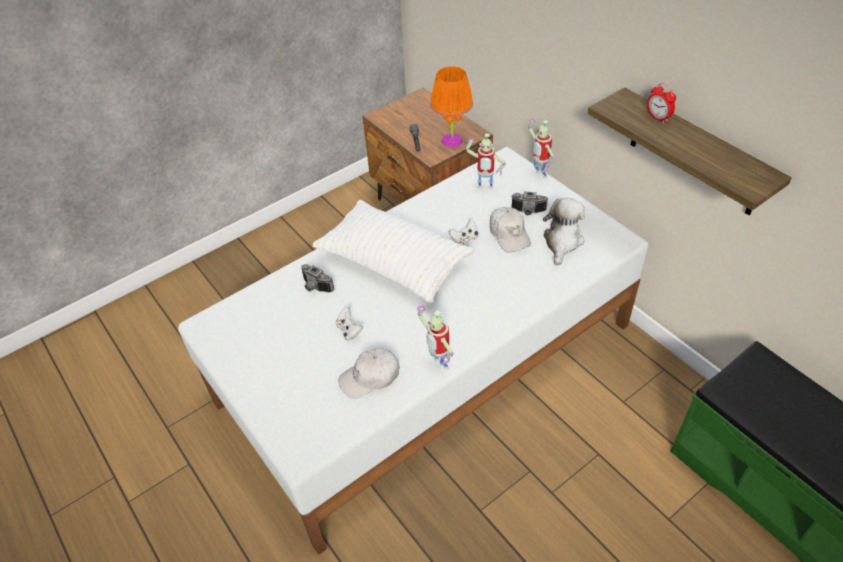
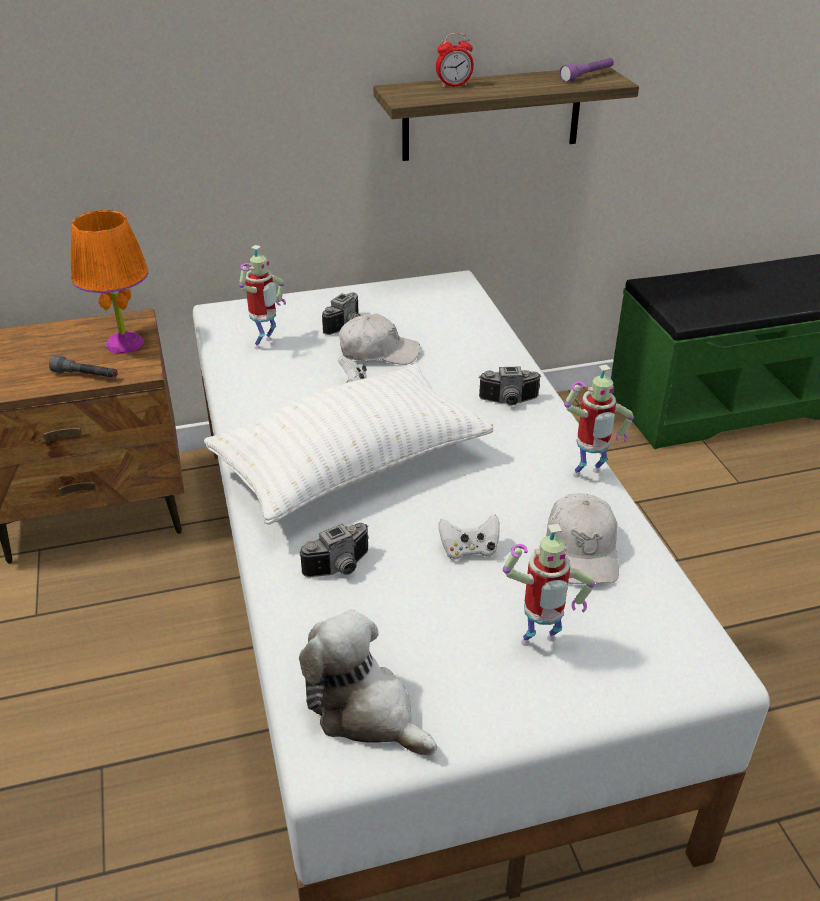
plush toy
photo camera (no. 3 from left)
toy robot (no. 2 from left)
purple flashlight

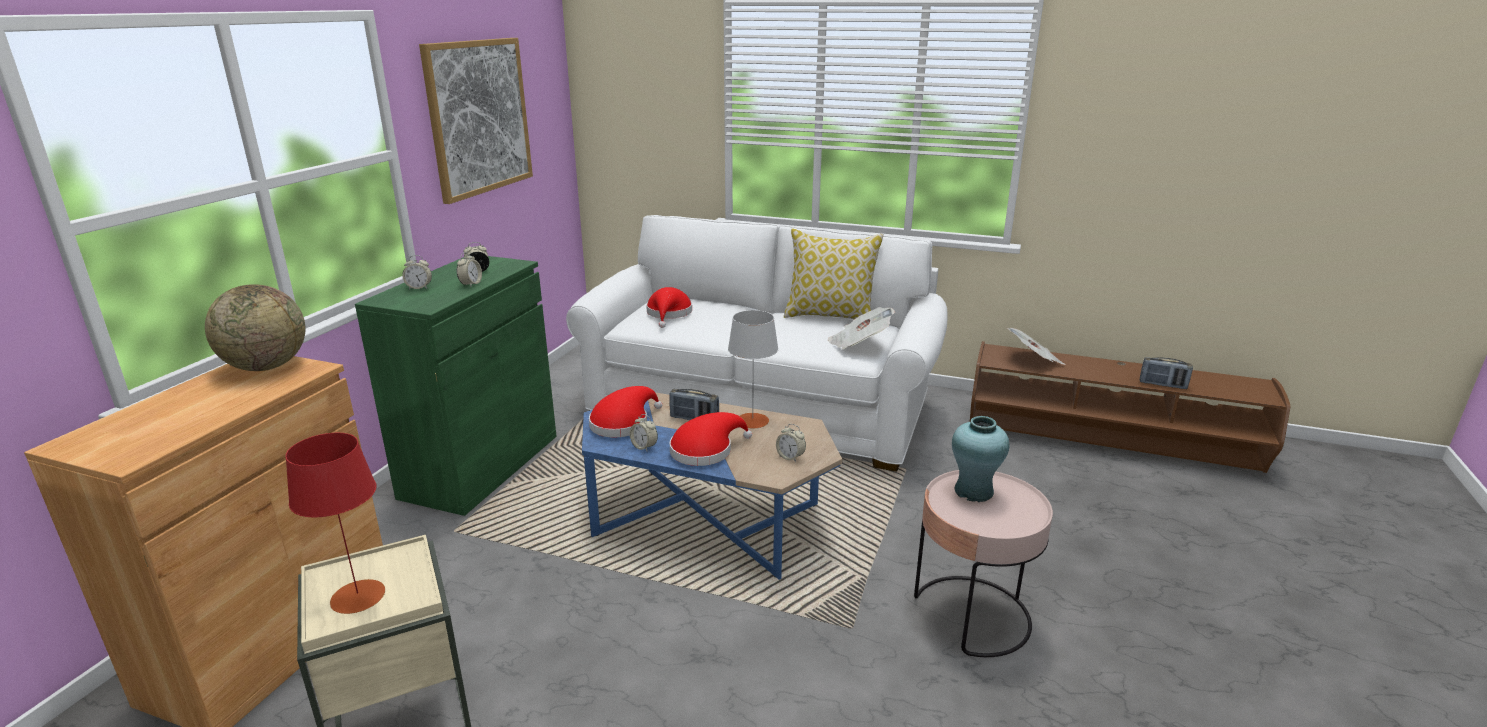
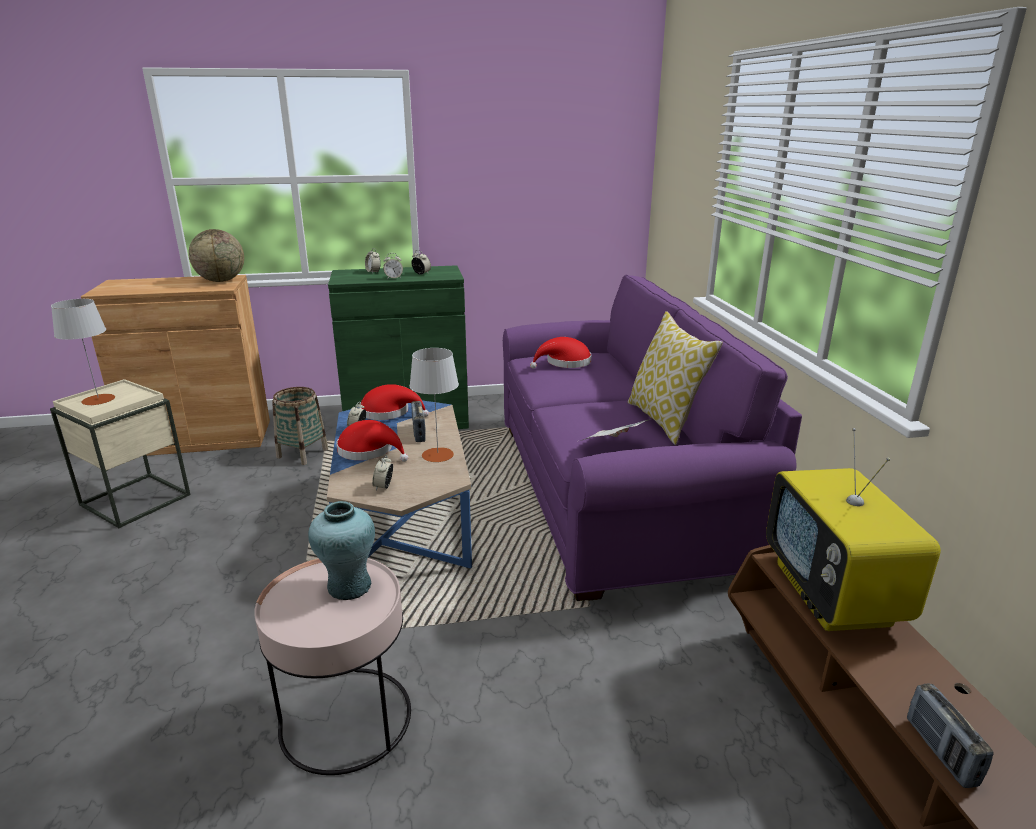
grey table lamp (no. 1 from left)
basket
purple sofa
television
picture

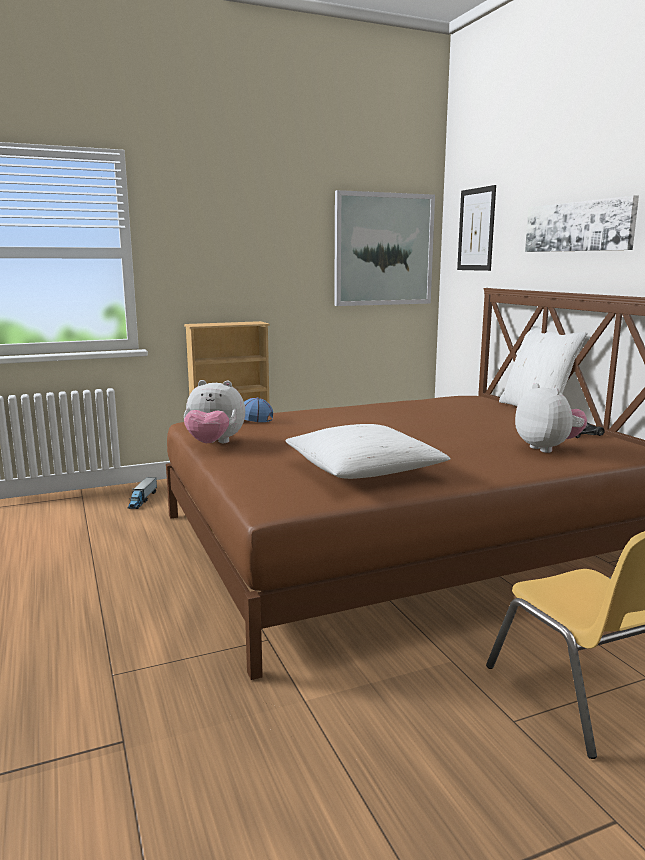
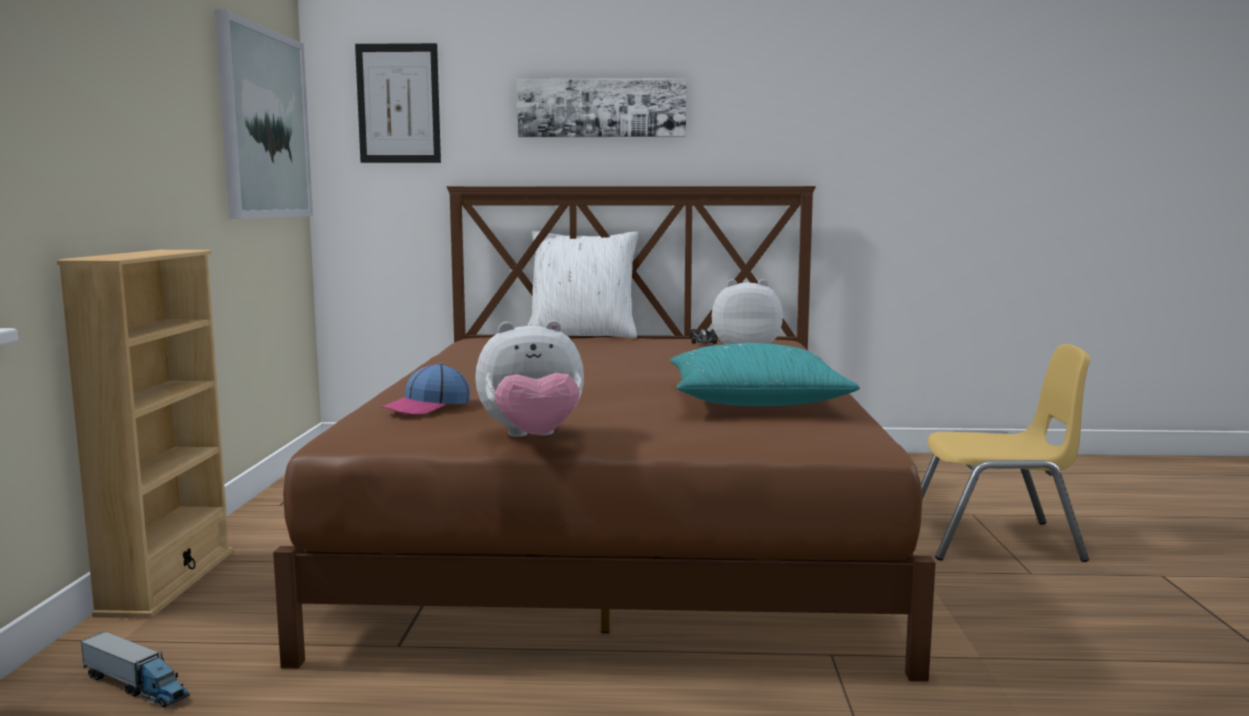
plush toy (no. 1 from left)
turquoise pillow

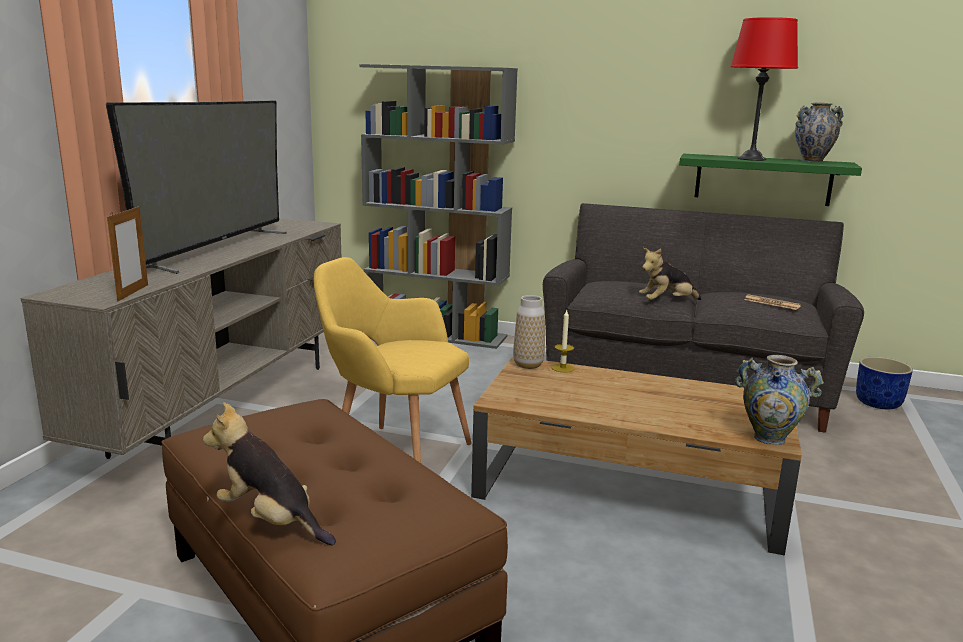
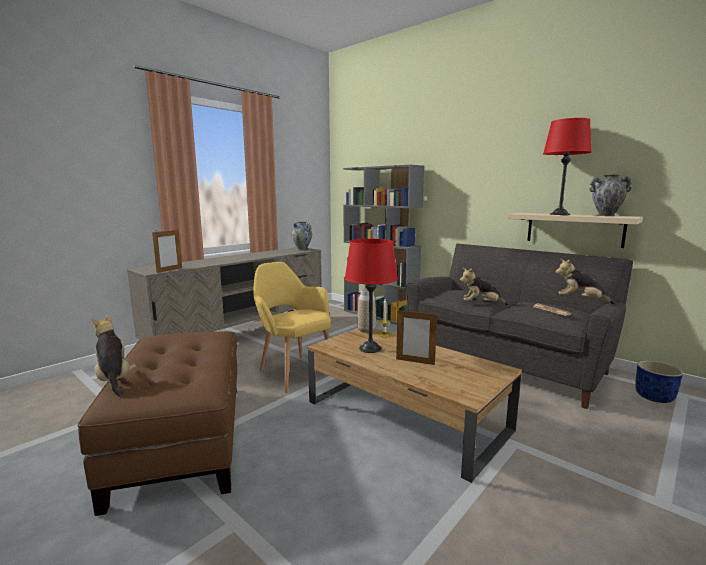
vase (no. 1 from left)
red table lamp (no. 1 from left)
picture frame (no. 2 from left)
beige shelf
plush toy (no. 3 from left)
television

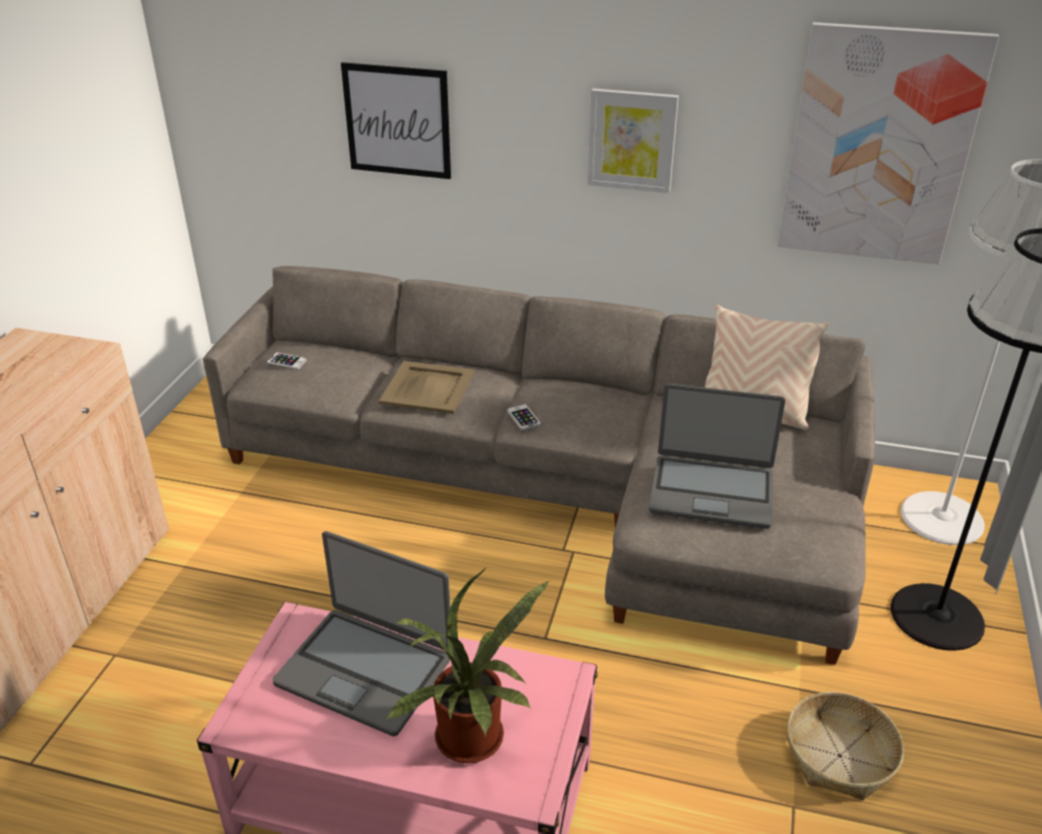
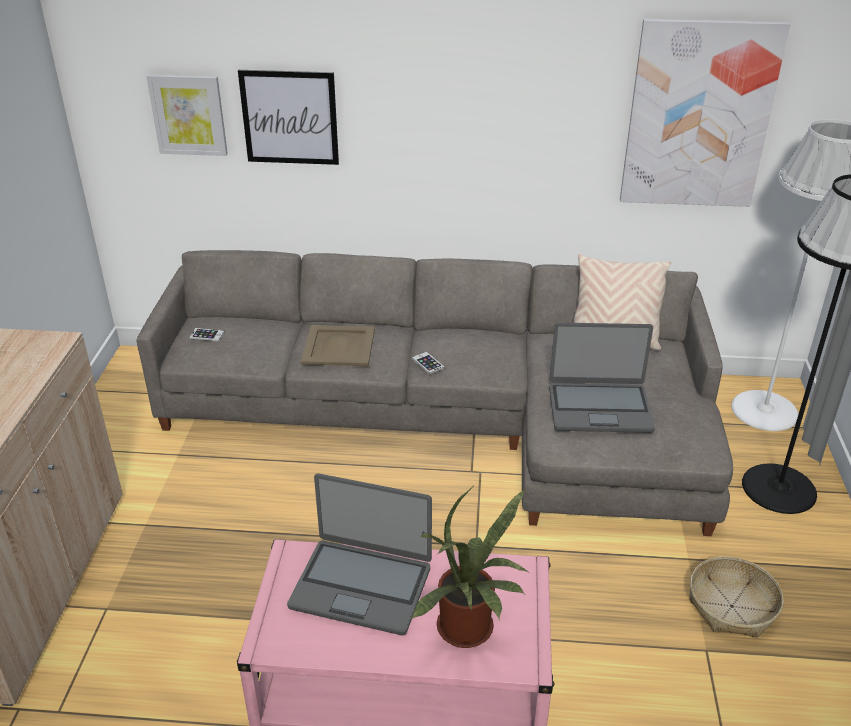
picture (no. 1 from left)

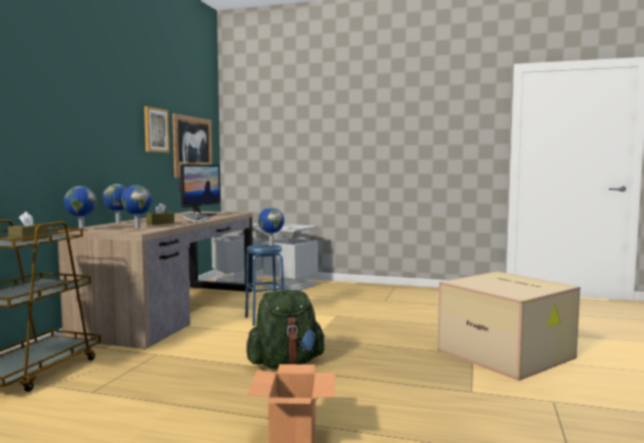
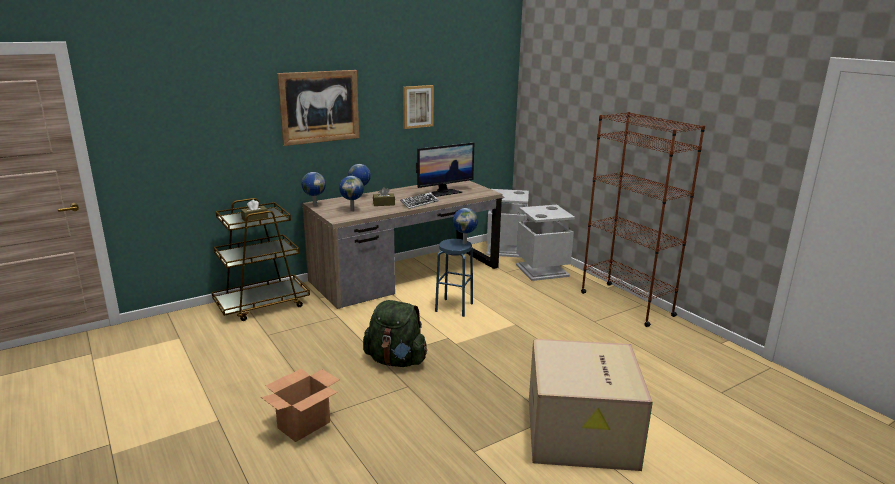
picture (no. 1 from left)
brown bookcase

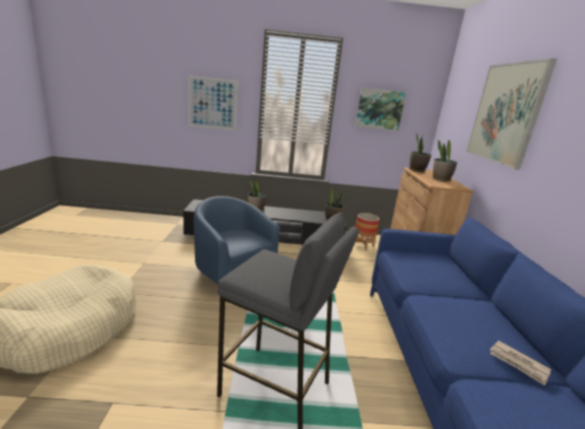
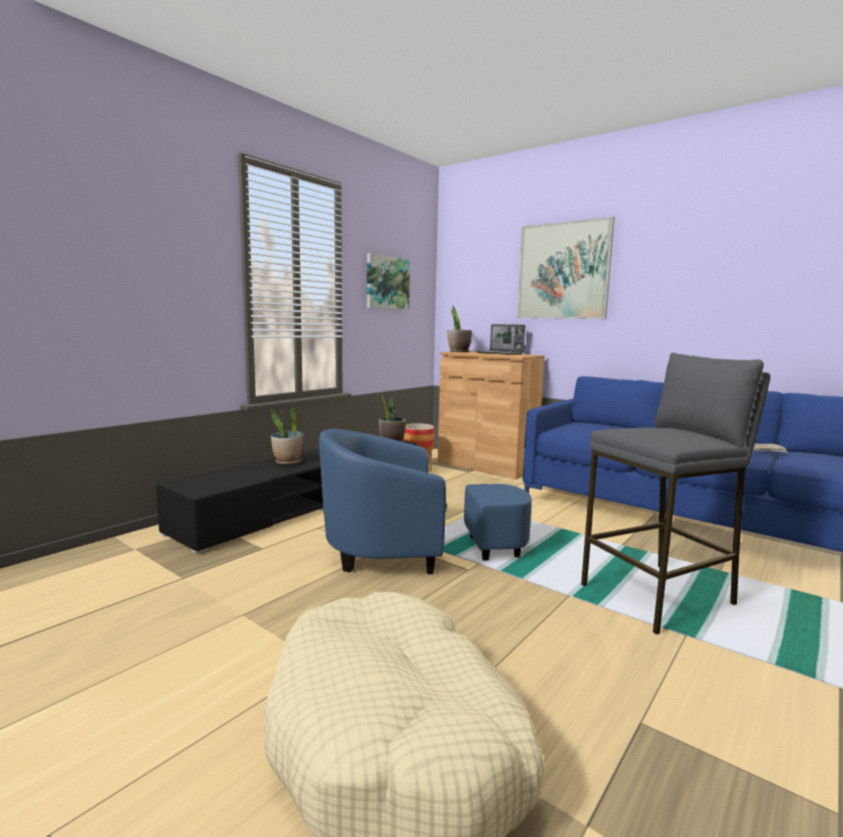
laptop
picture (no. 1 from left in the first image)

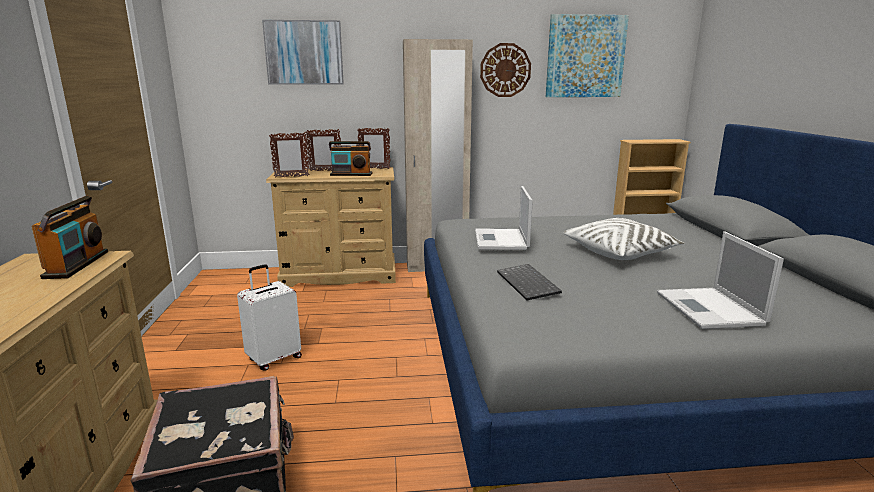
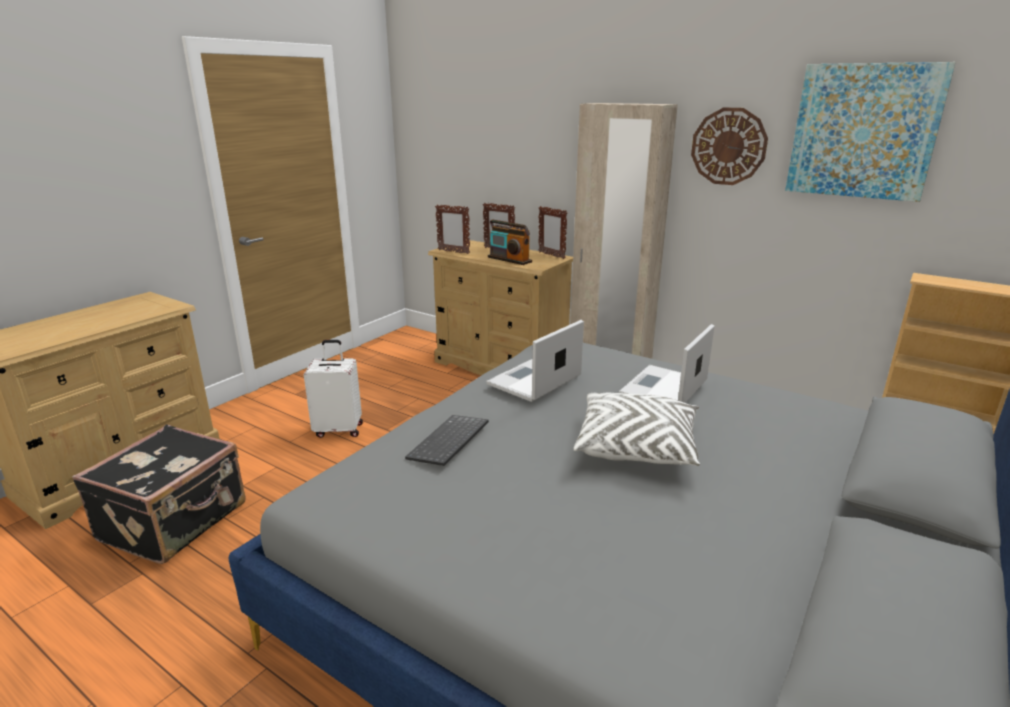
laptop (no. 2 from left)
radio (no. 1 from left in the first image)
picture (no. 1 from left in the first image)

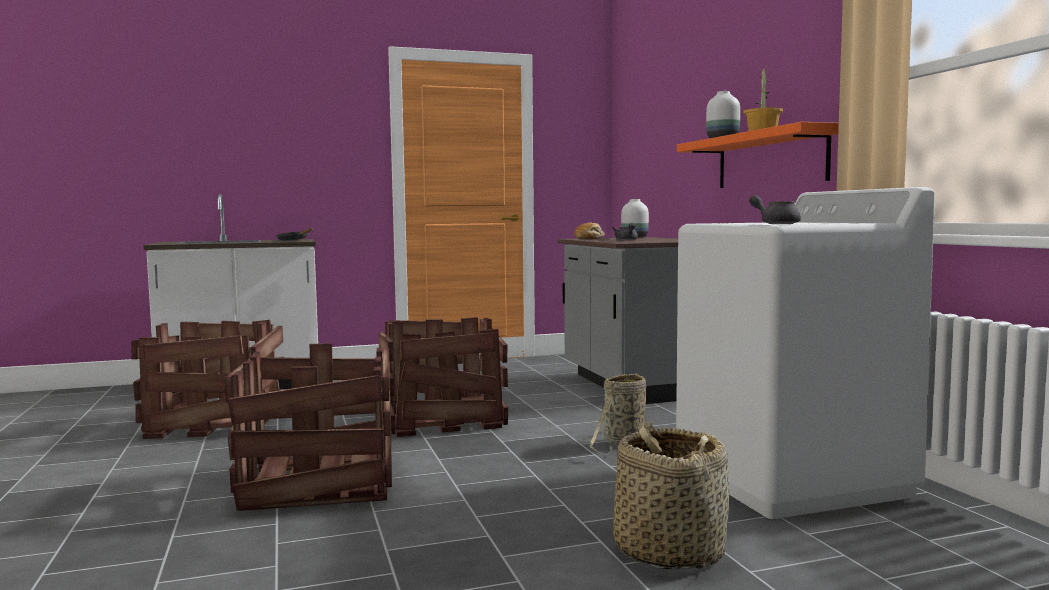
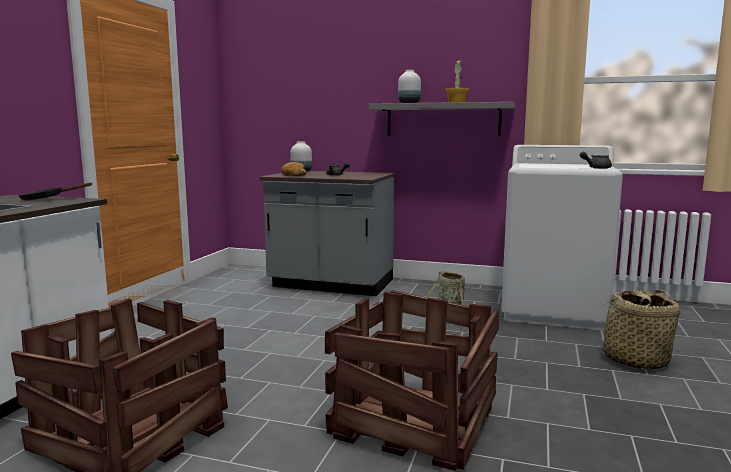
grey shelf
crate (no. 3 from left in the first image)

